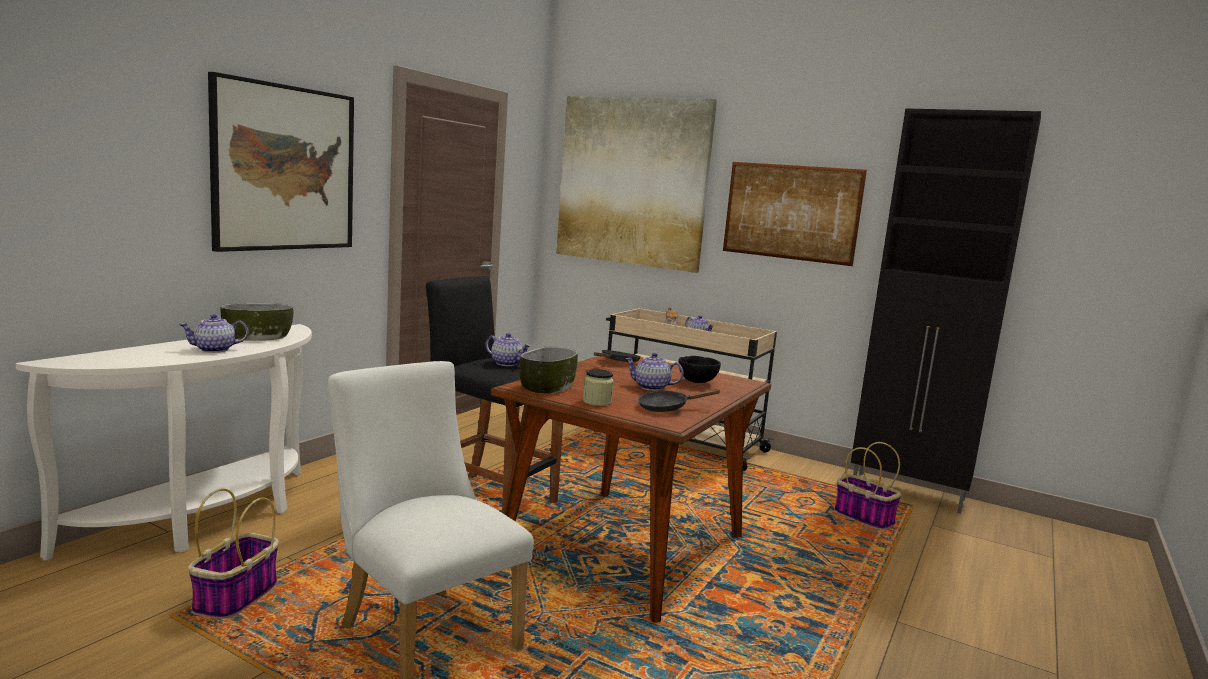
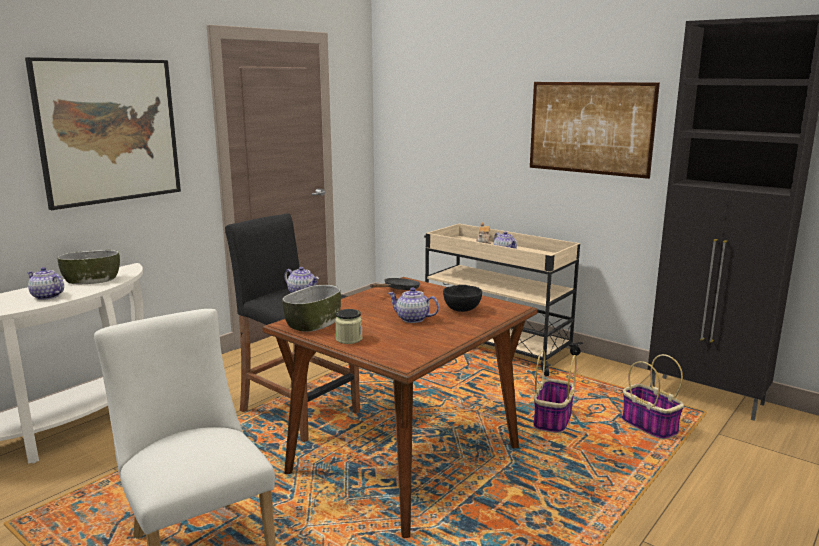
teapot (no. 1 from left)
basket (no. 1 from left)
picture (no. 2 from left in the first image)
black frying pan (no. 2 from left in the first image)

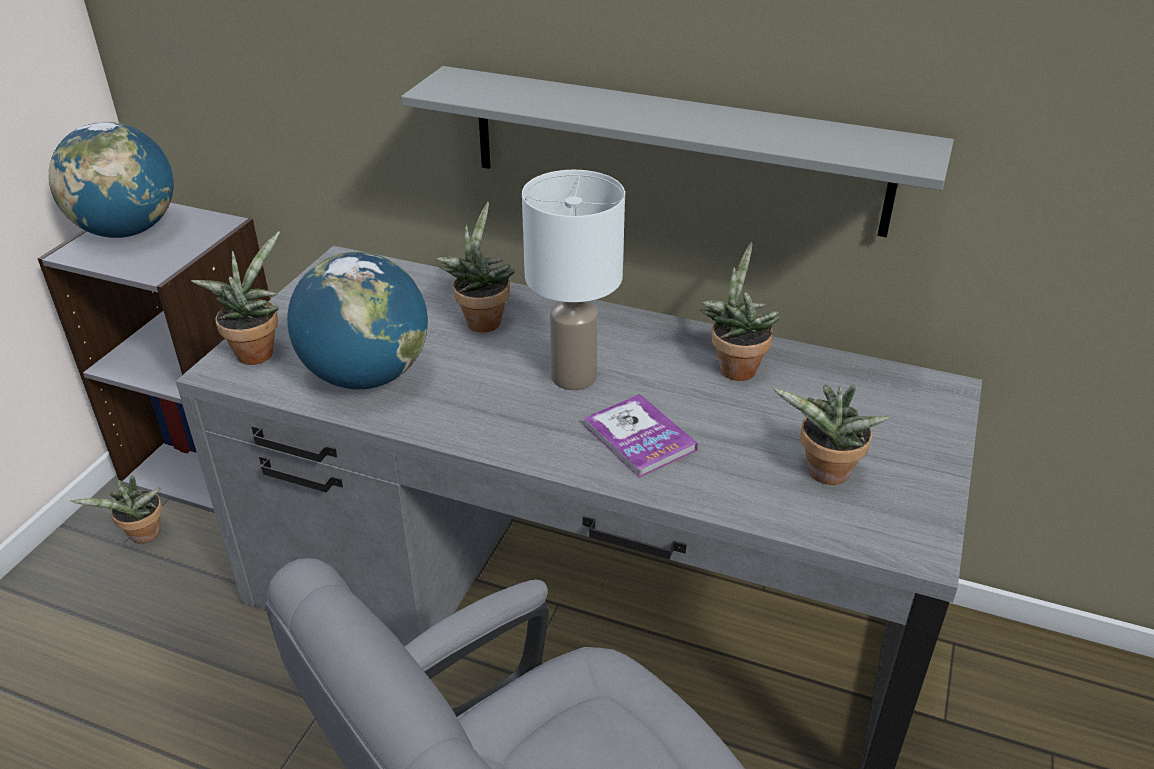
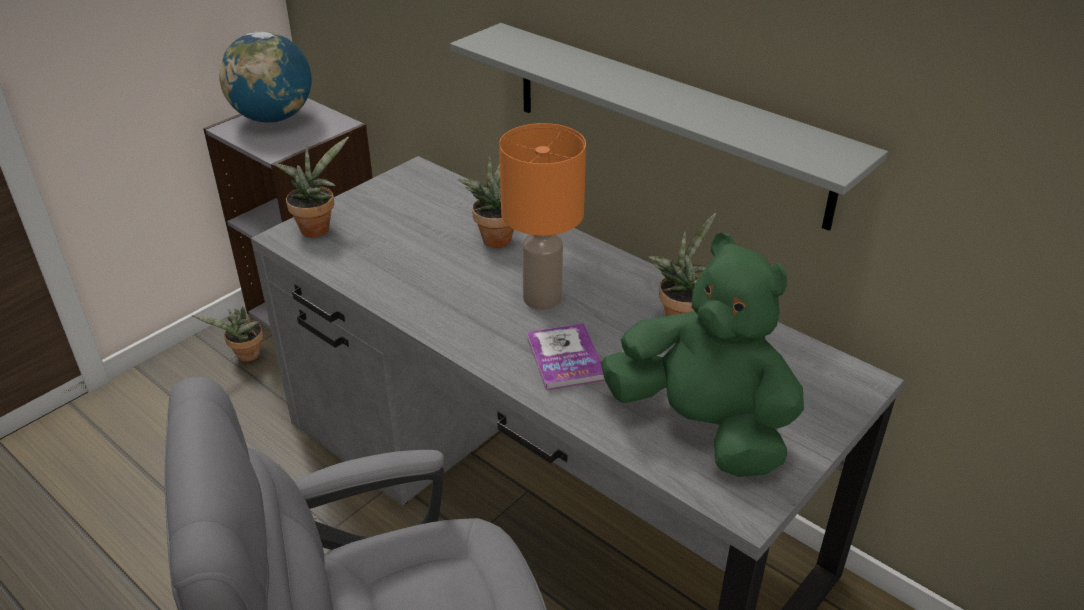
orange table lamp
green plush toy
globe (no. 2 from left in the first image)

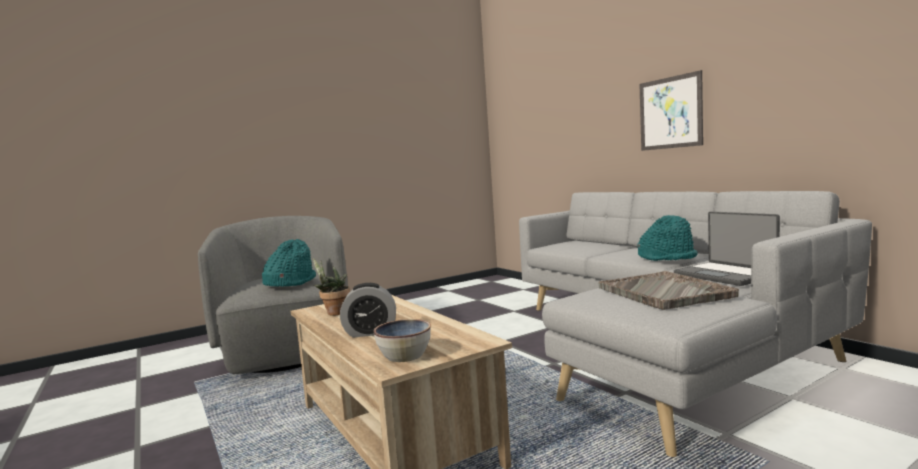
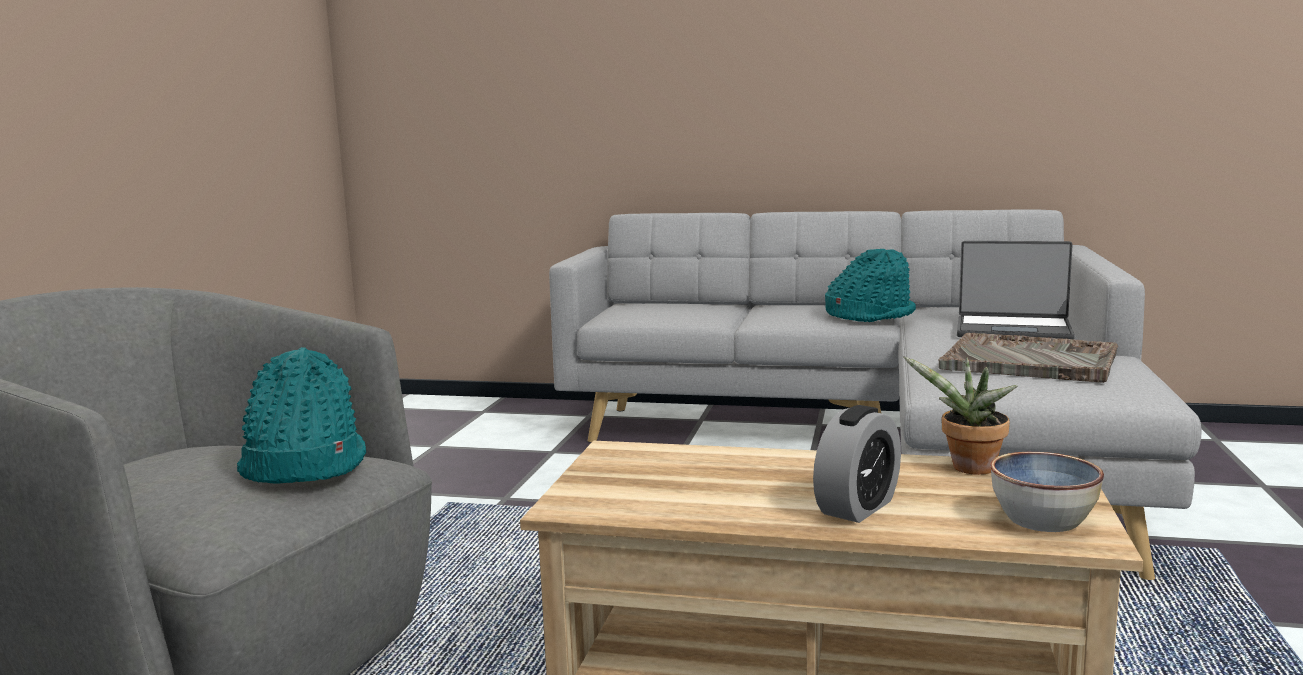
potted plant
picture

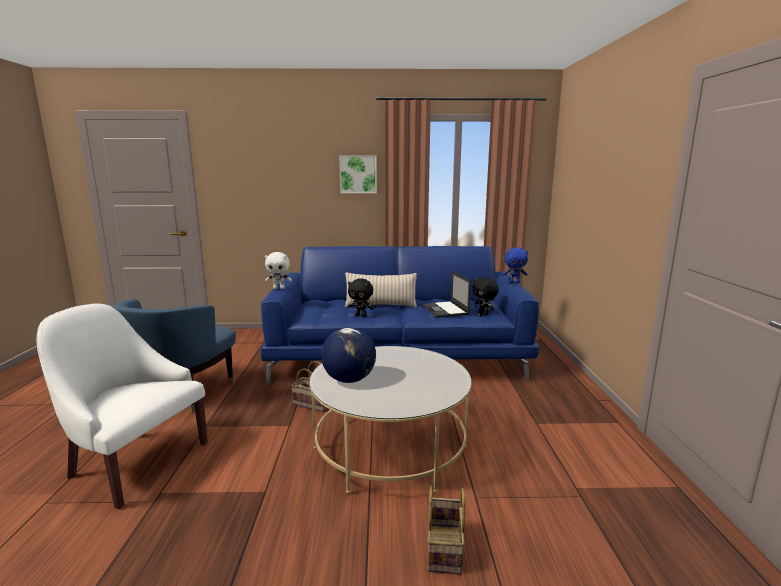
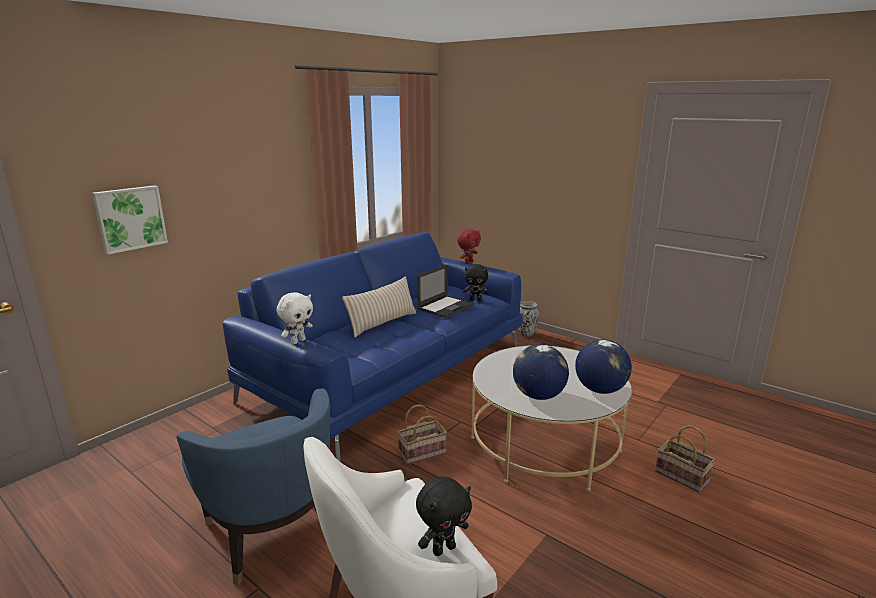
picture
black plush toy (no. 1 from left)
laptop
red plush toy
vase
globe (no. 2 from left)

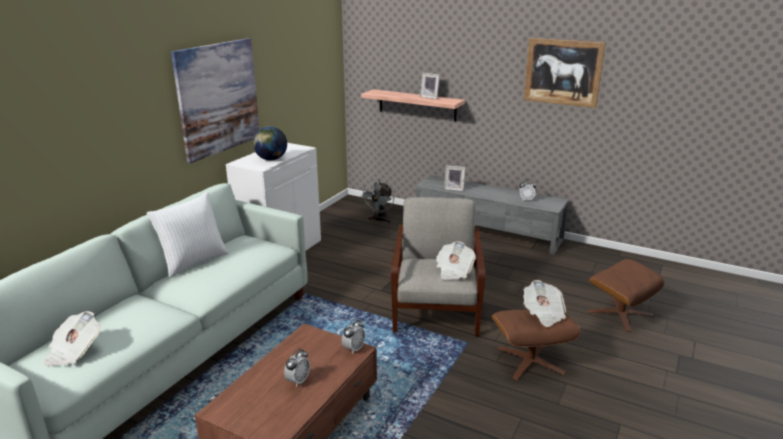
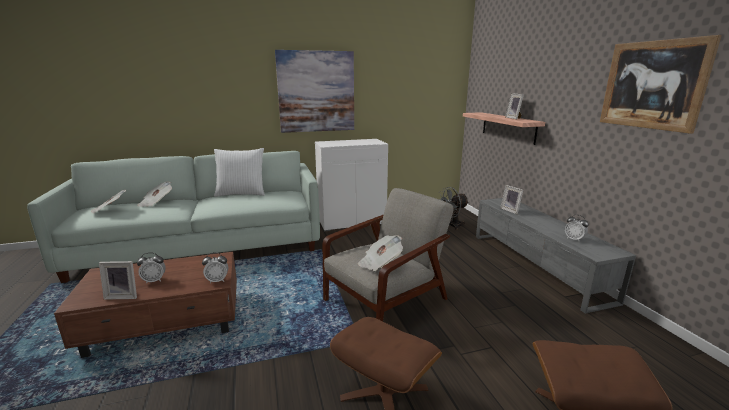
picture frame (no. 1 from left)
newspaper (no. 2 from left)
globe

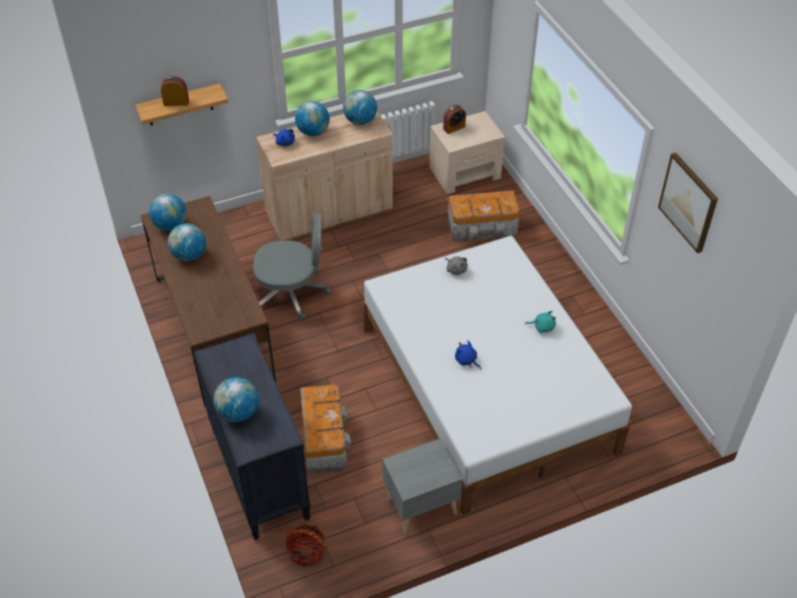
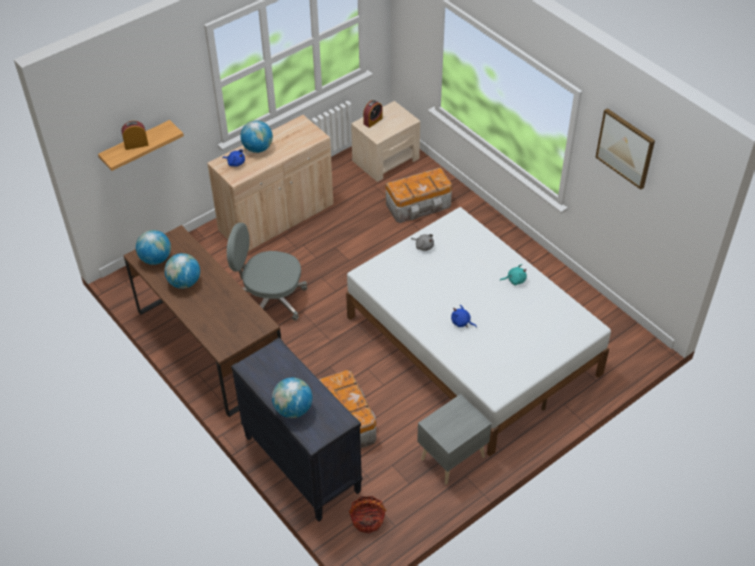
grey office chair
globe (no. 5 from left in the first image)

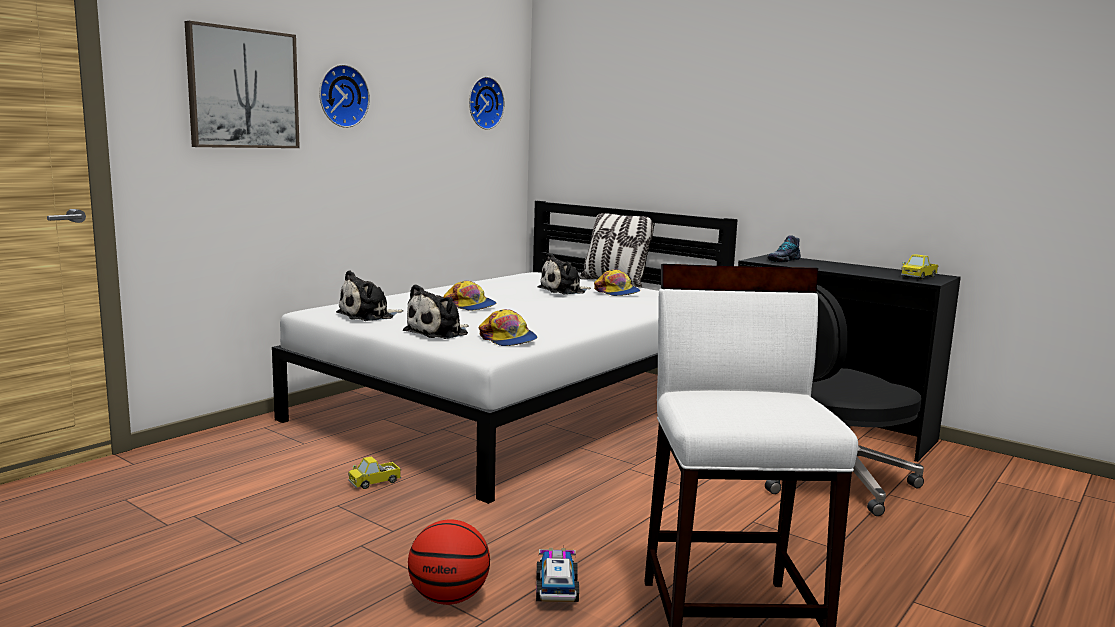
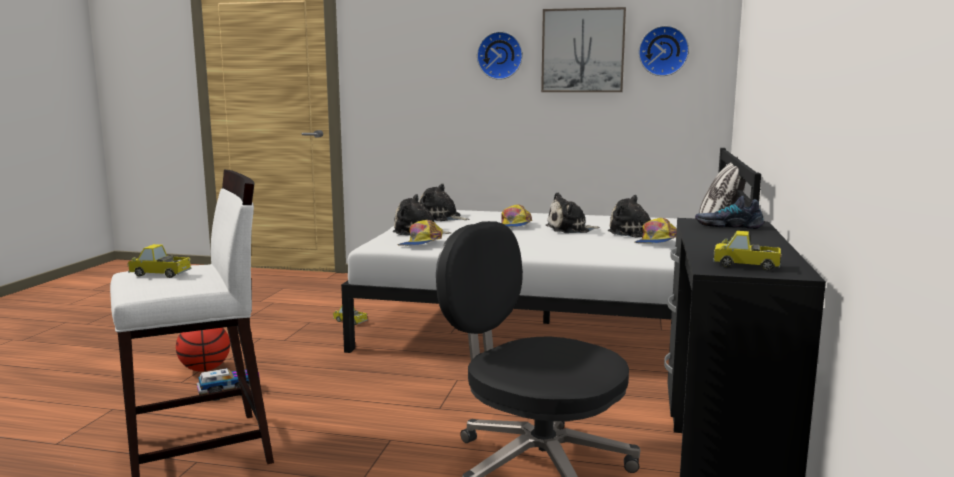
toy truck (no. 1 from left)
picture
plush toy (no. 3 from left)

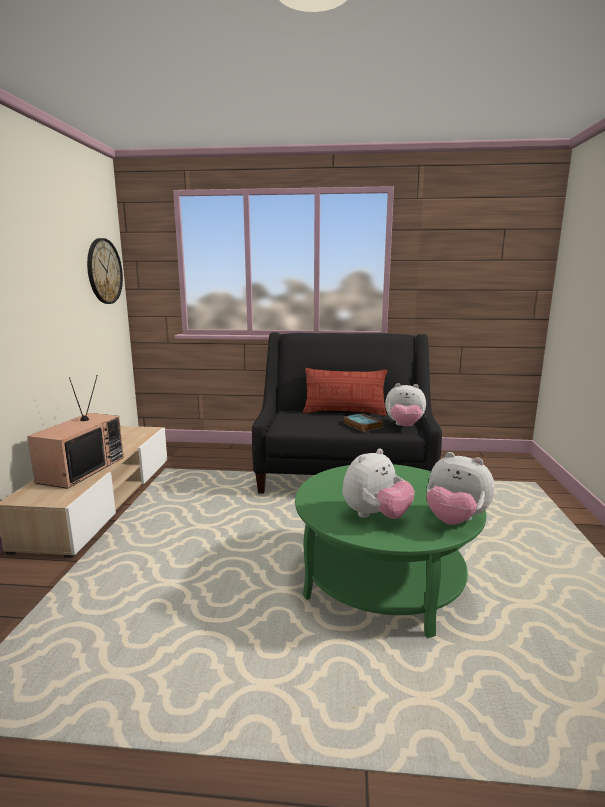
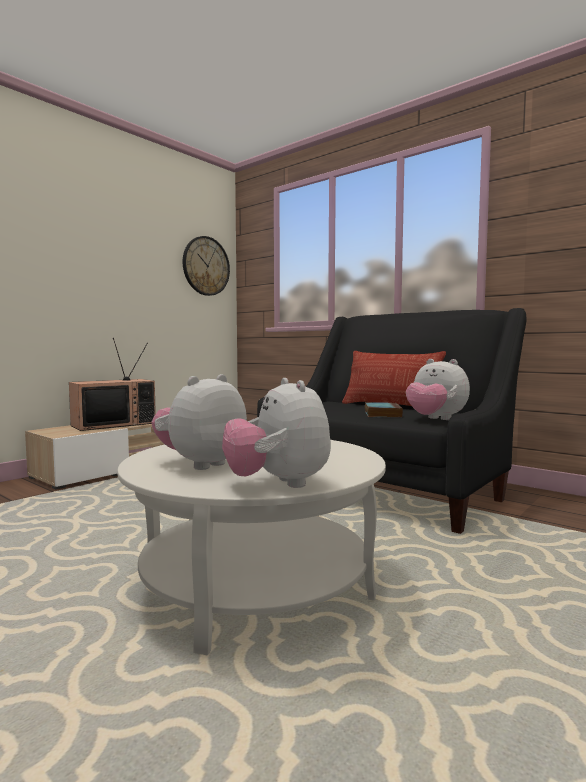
white coffee table
plush toy (no. 1 from left)

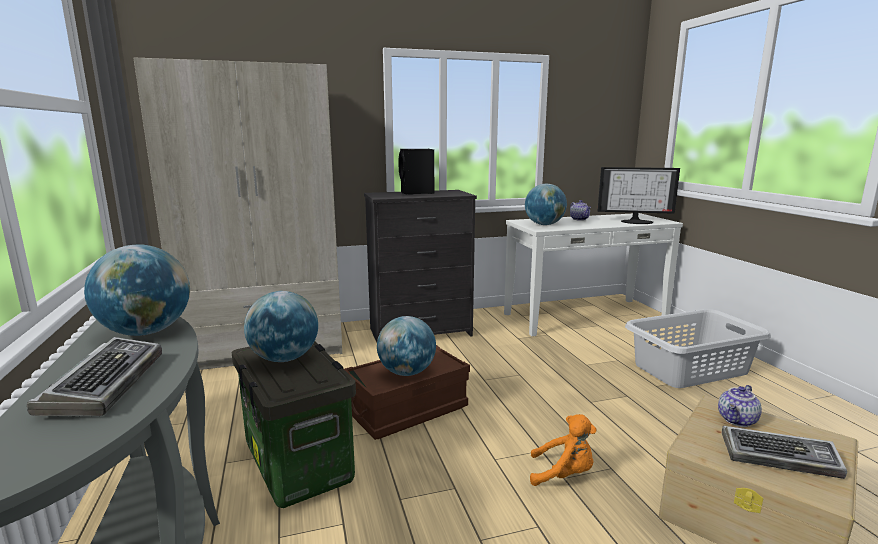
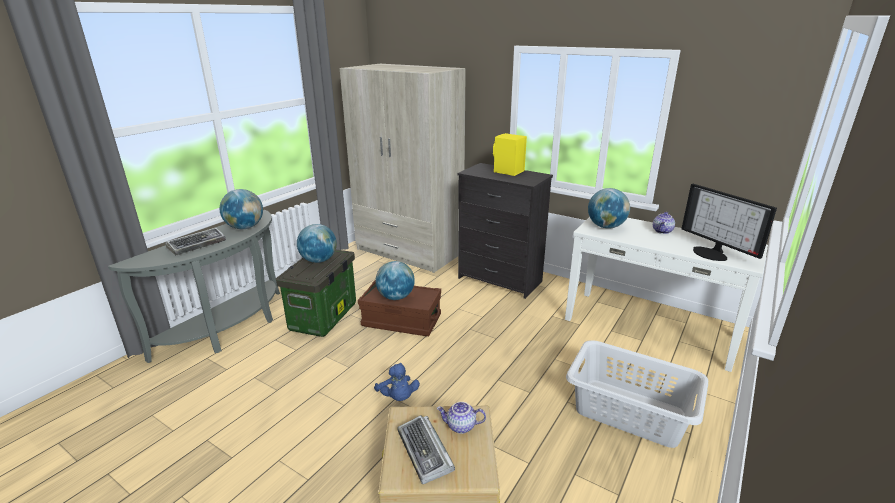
blue plush toy
yellow speaker

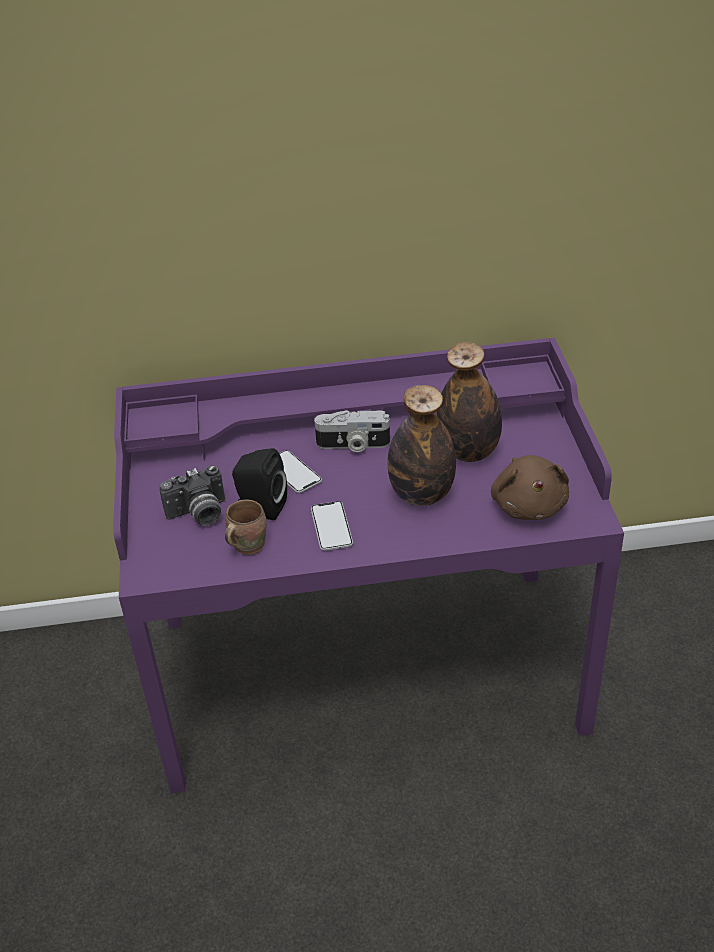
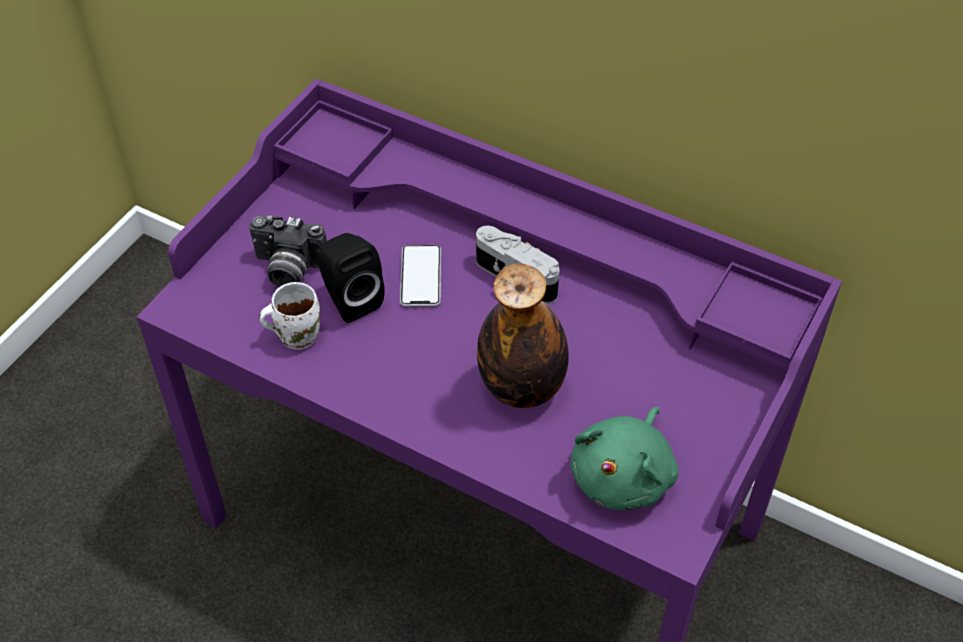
white mug
green plush toy
phone (no. 2 from left in the first image)
bottle (no. 2 from left in the first image)

